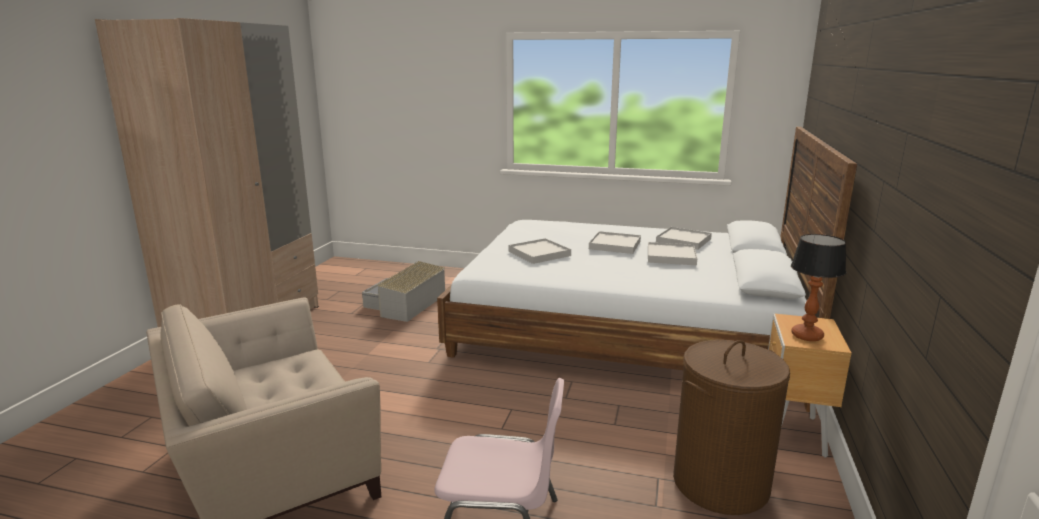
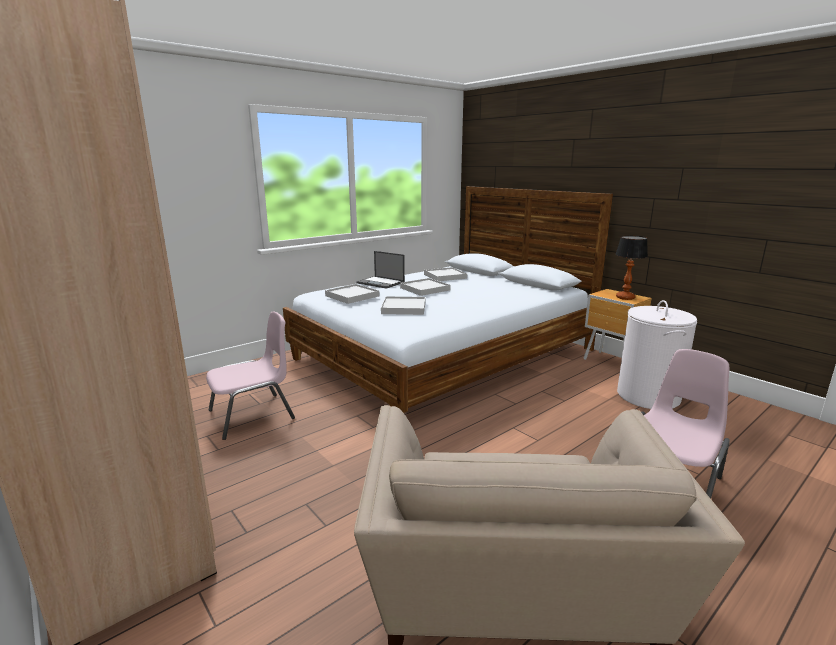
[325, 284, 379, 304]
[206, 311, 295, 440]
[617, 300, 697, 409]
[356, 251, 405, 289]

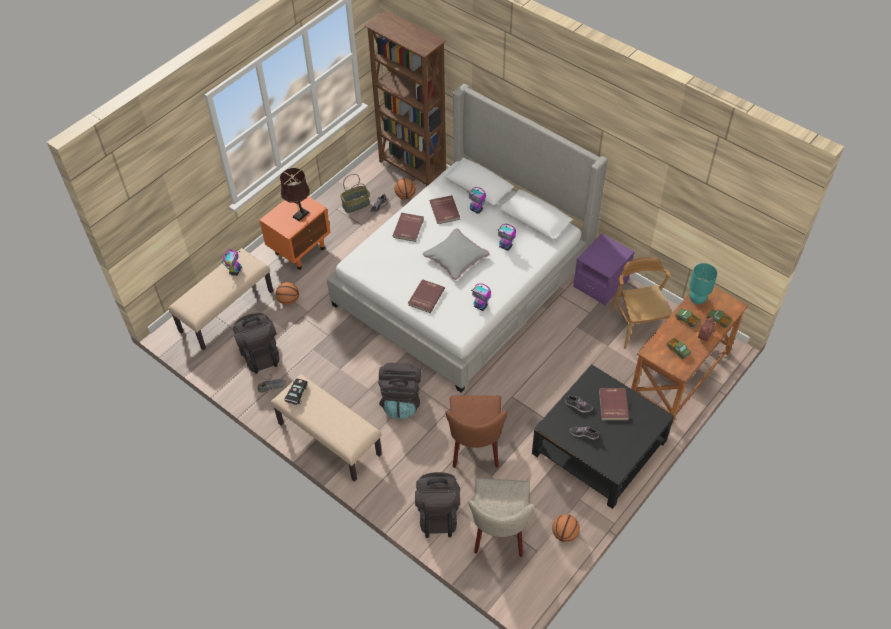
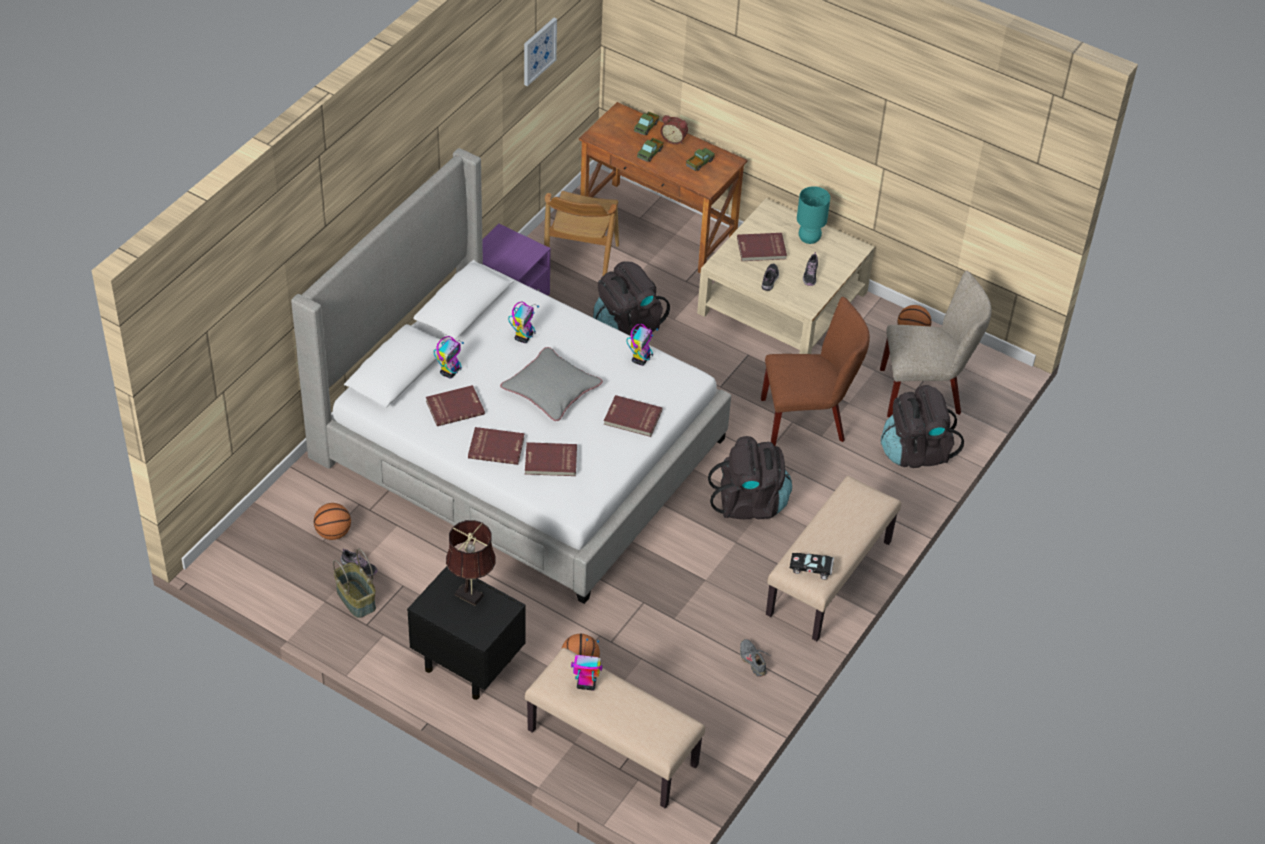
[364, 10, 446, 187] (first image)
[407, 566, 526, 700]
[544, 191, 619, 277]
[797, 186, 830, 244]
[593, 261, 670, 335]
[697, 198, 875, 354]
[524, 18, 557, 86]
[525, 442, 577, 476]

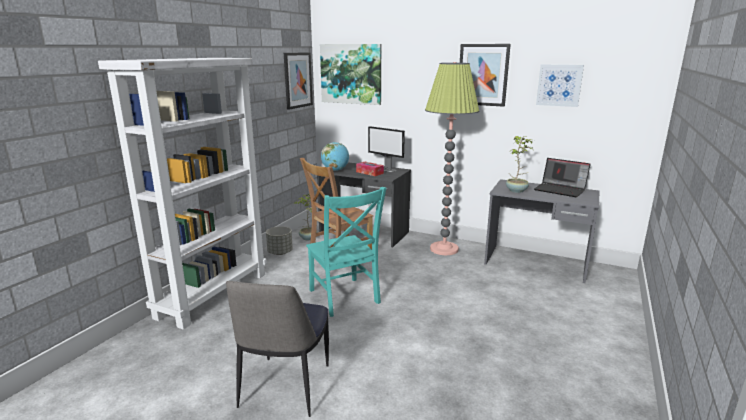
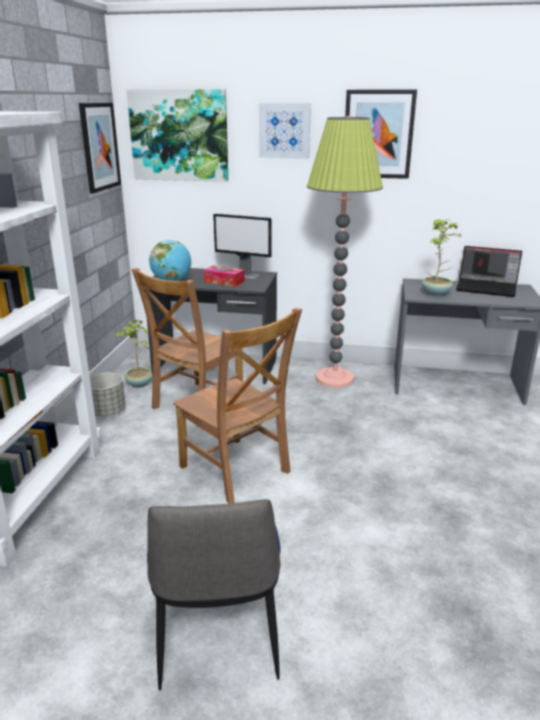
[259, 103, 311, 159]
[173, 308, 302, 504]

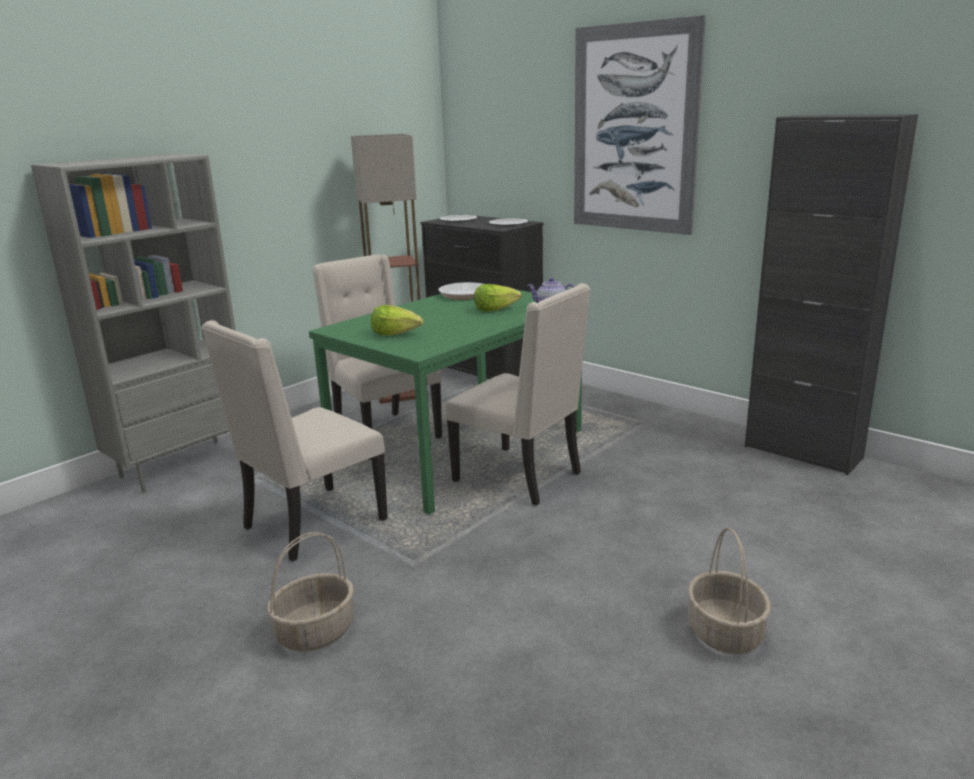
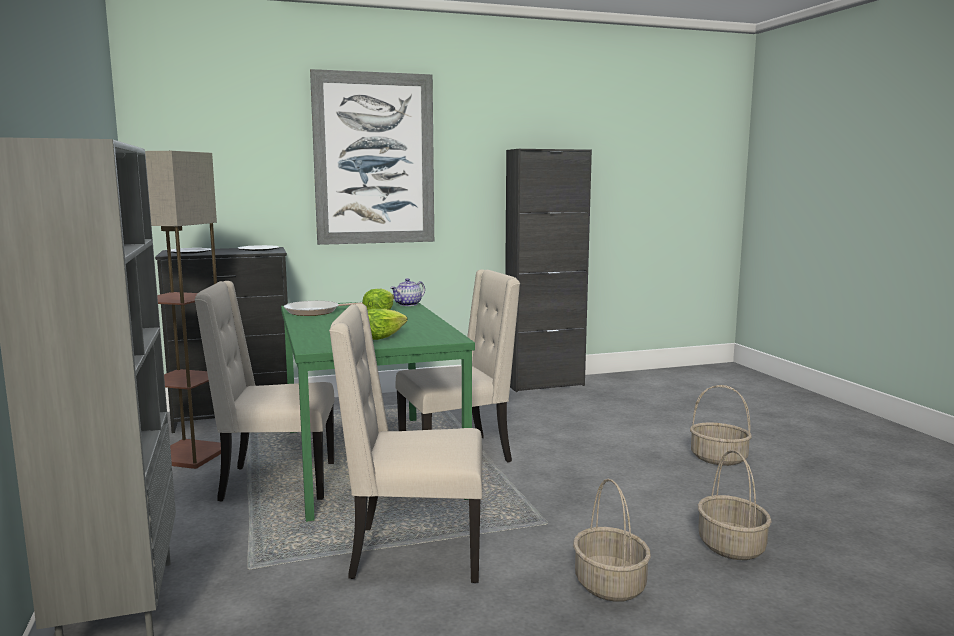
[329, 303, 482, 583]
[698, 450, 772, 560]

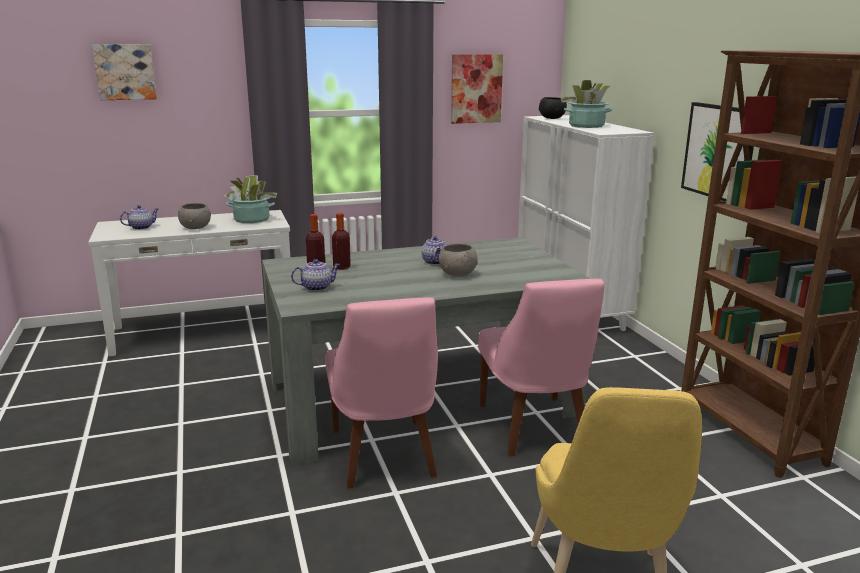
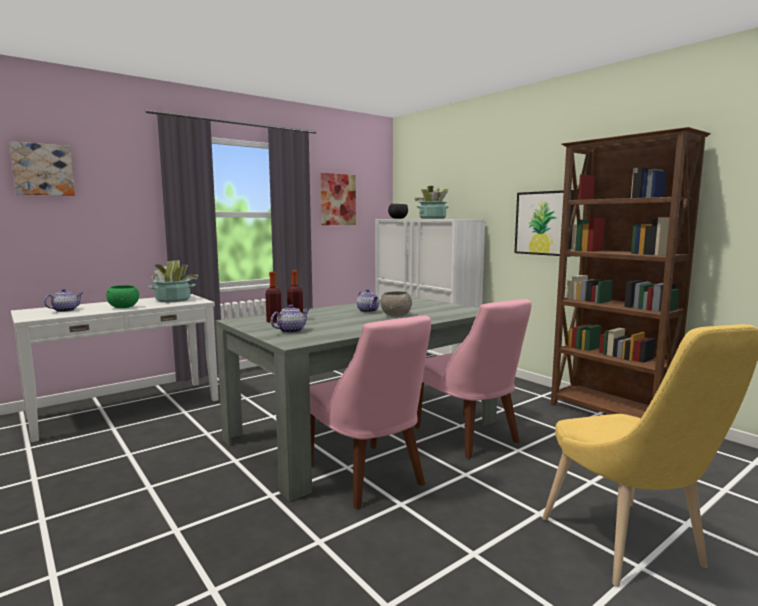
[106, 285, 139, 308]

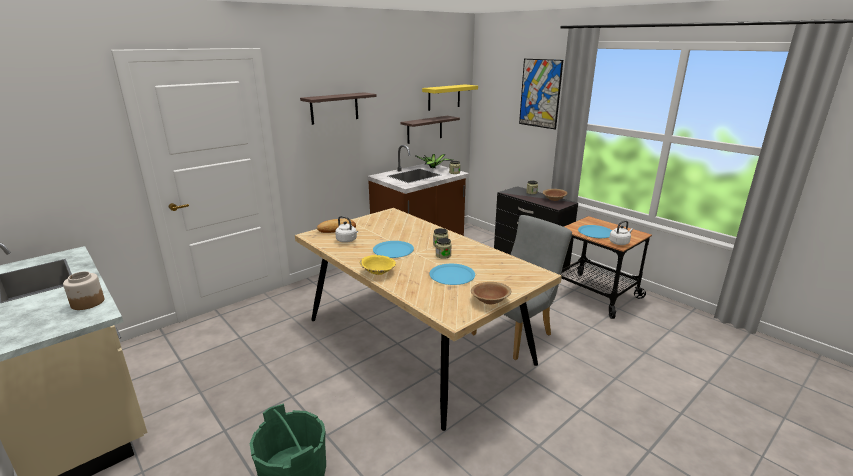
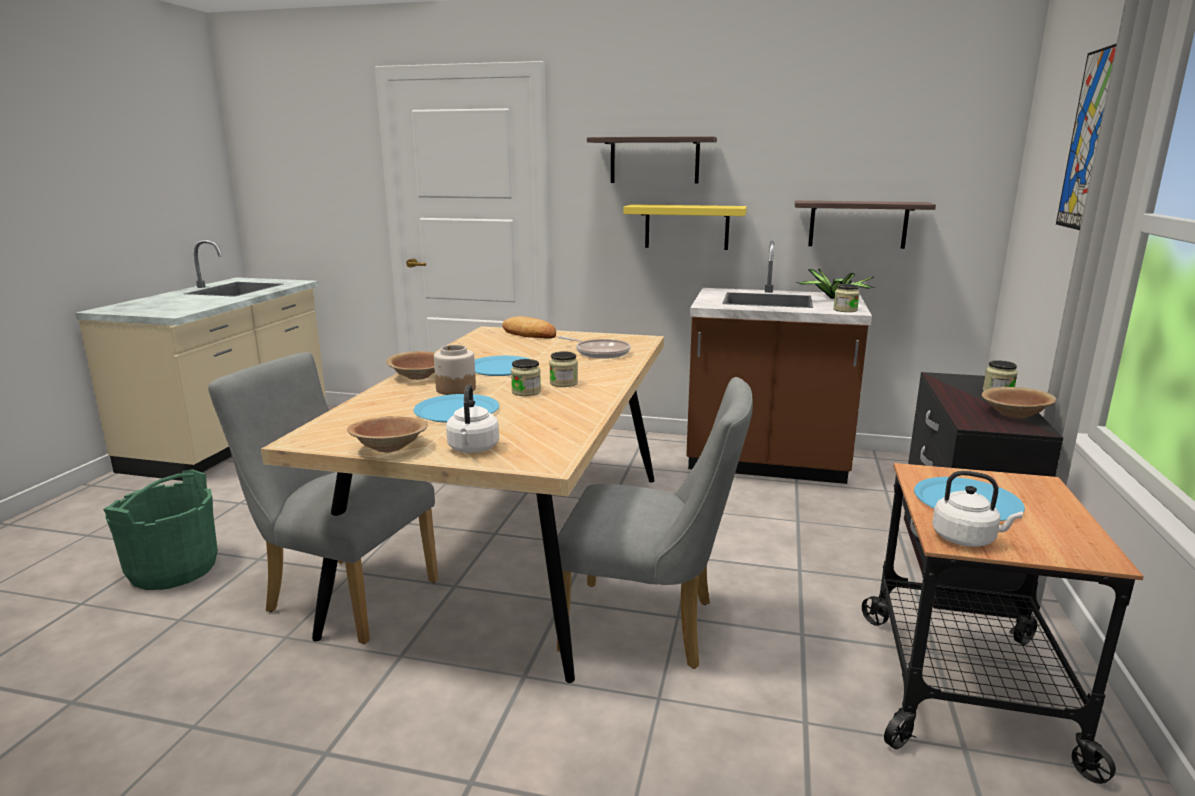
[623, 204, 747, 250]
[446, 384, 499, 453]
[386, 351, 435, 380]
[434, 345, 476, 395]
[558, 336, 631, 359]
[208, 352, 438, 644]

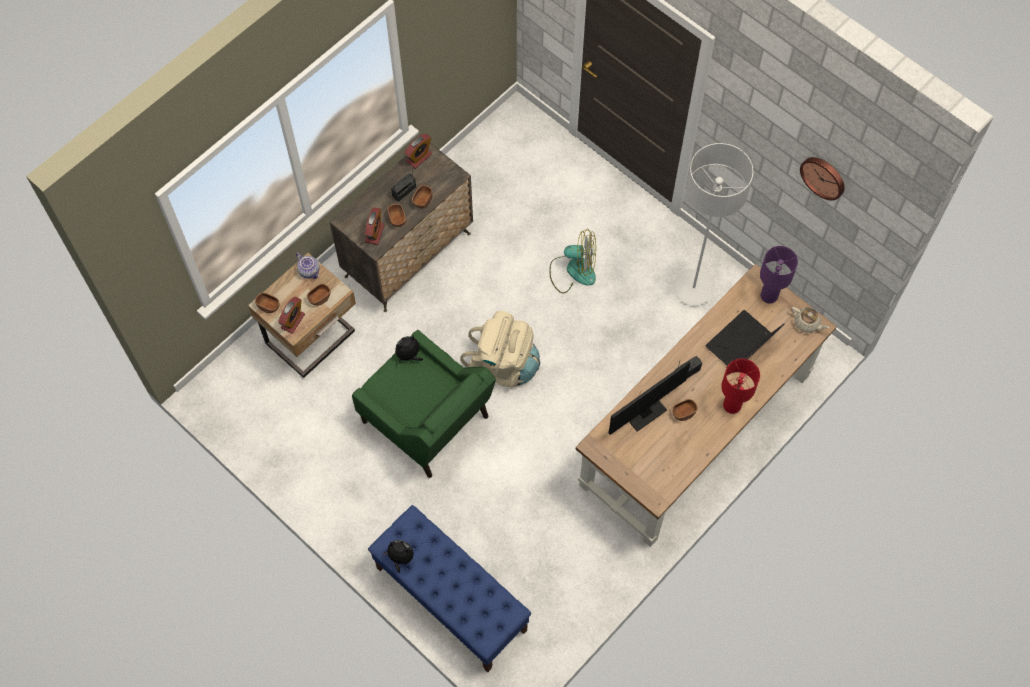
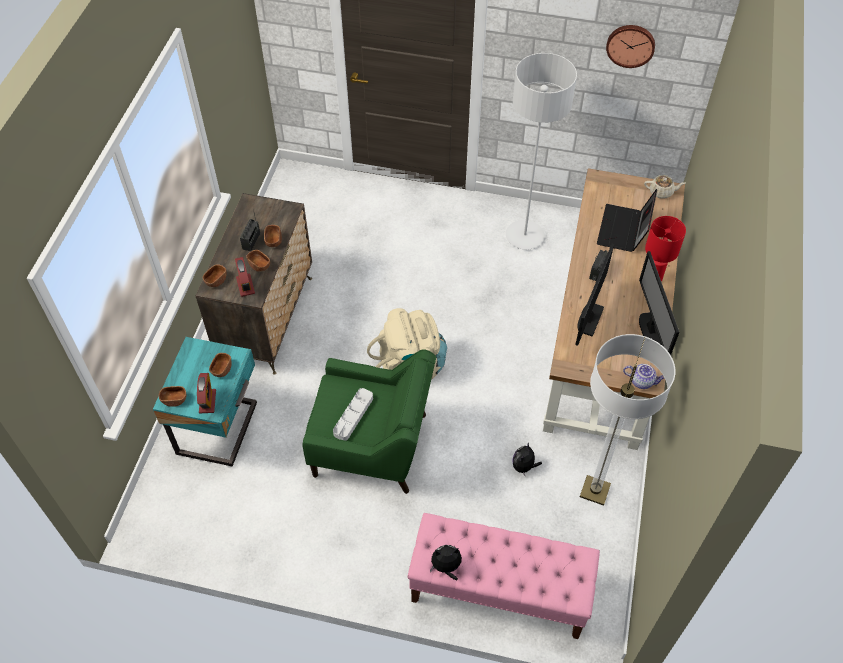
[404, 134, 432, 169] (first image)
[549, 229, 596, 293] (first image)
[760, 246, 798, 304] (first image)
[623, 364, 665, 389]
[153, 337, 257, 467]
[512, 443, 542, 477]
[203, 264, 226, 287]
[407, 513, 600, 639]
[639, 251, 679, 355]
[580, 334, 675, 506]
[333, 388, 373, 441]

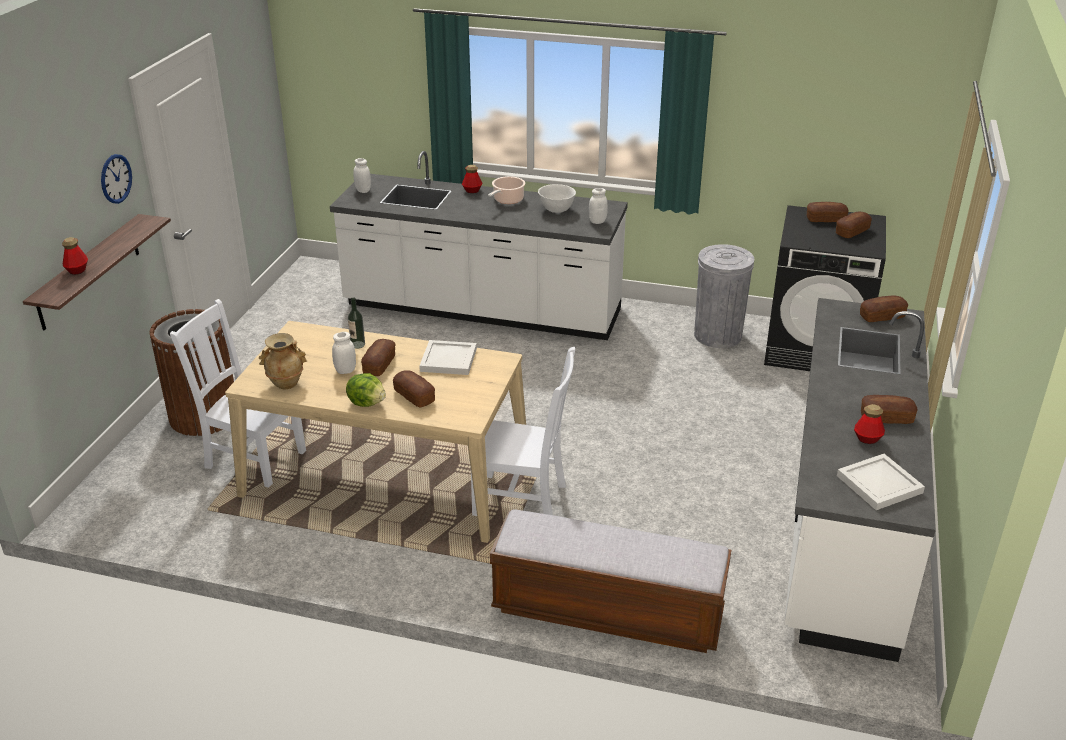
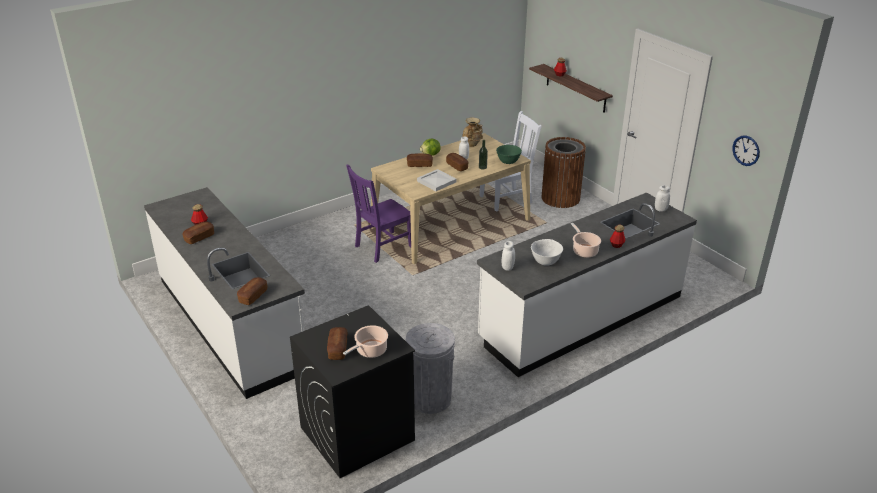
[732, 135, 760, 166]
[343, 325, 388, 358]
[346, 165, 411, 263]
[837, 454, 925, 510] (first image)
[490, 509, 731, 653] (first image)
[496, 145, 522, 164]

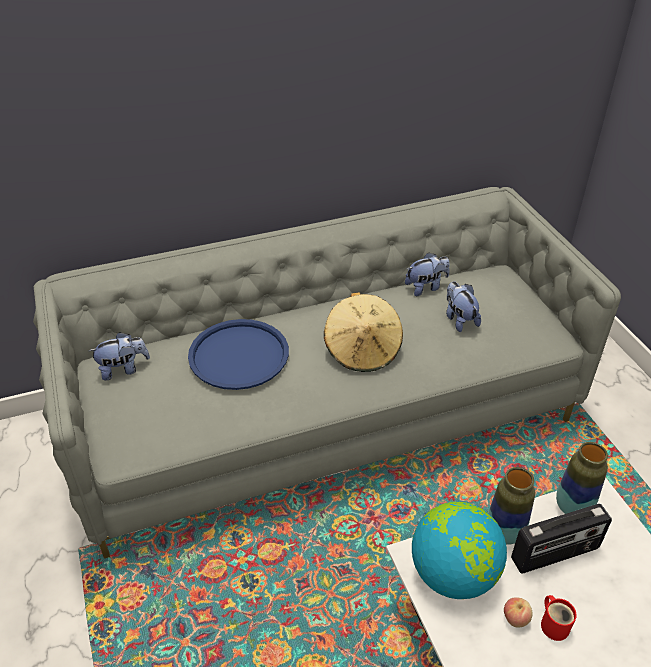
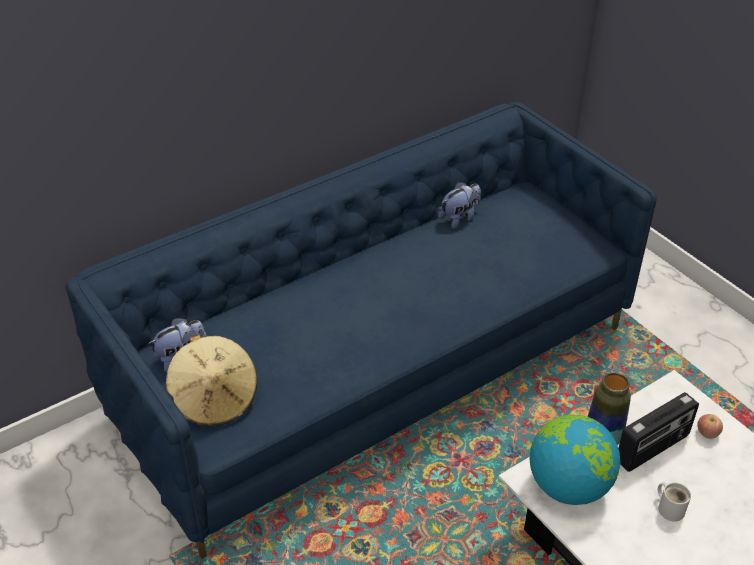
[65, 102, 657, 559]
[446, 281, 481, 332] (first image)
[166, 335, 257, 426]
[188, 319, 289, 390] (first image)
[556, 442, 608, 514] (first image)
[658, 482, 691, 522]
[697, 414, 723, 439]

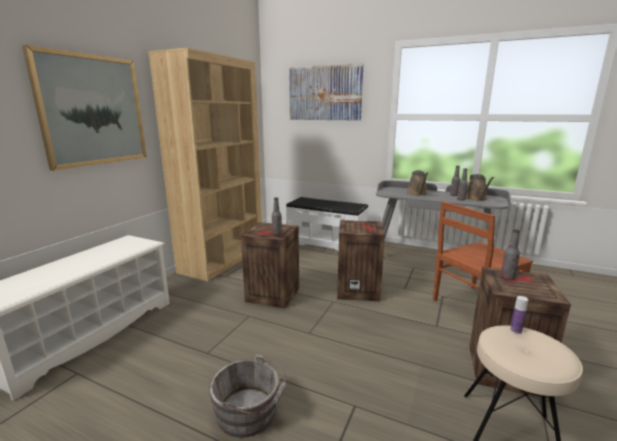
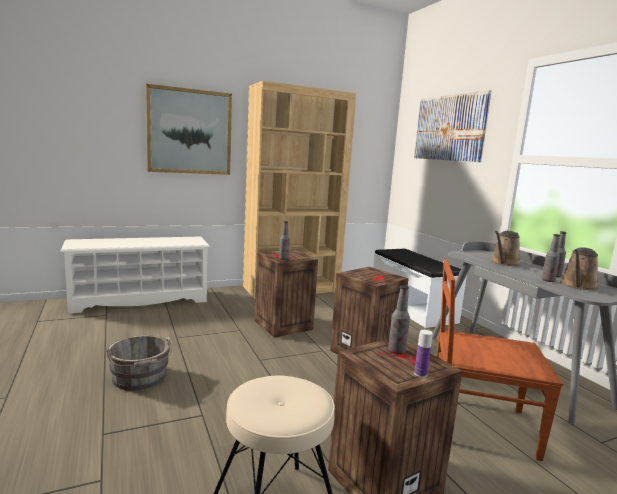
[414, 330, 432, 378]

